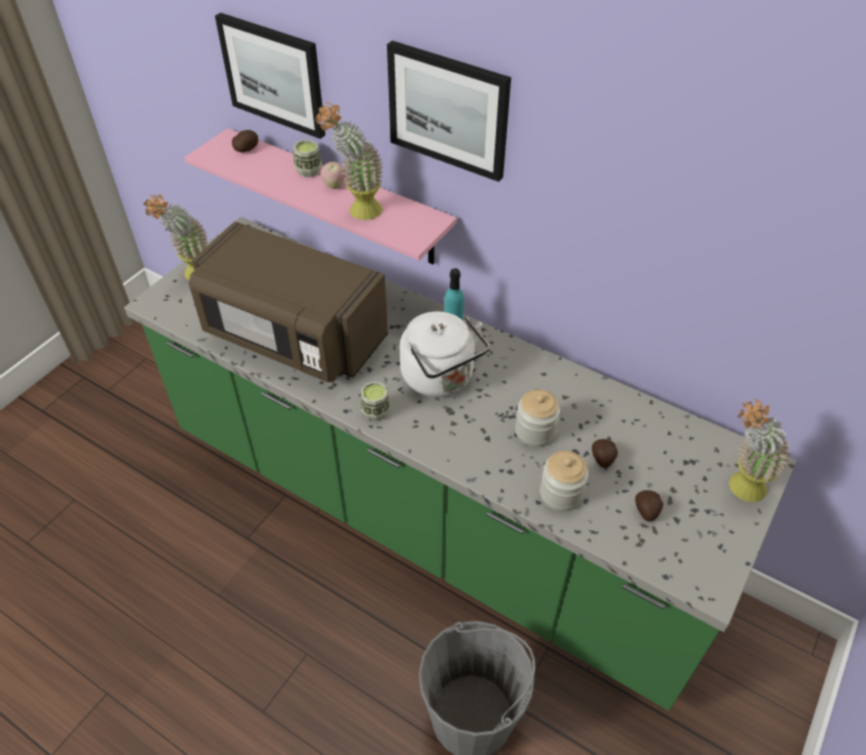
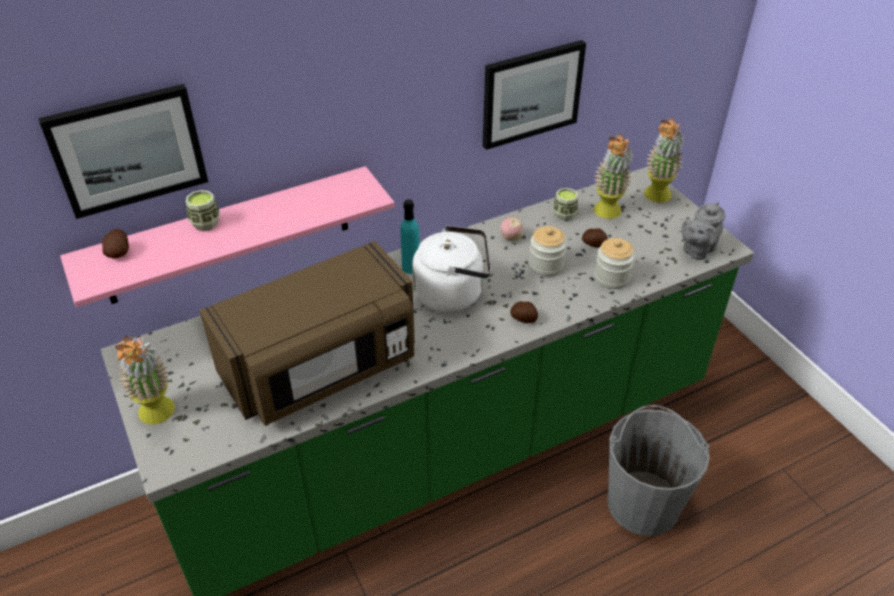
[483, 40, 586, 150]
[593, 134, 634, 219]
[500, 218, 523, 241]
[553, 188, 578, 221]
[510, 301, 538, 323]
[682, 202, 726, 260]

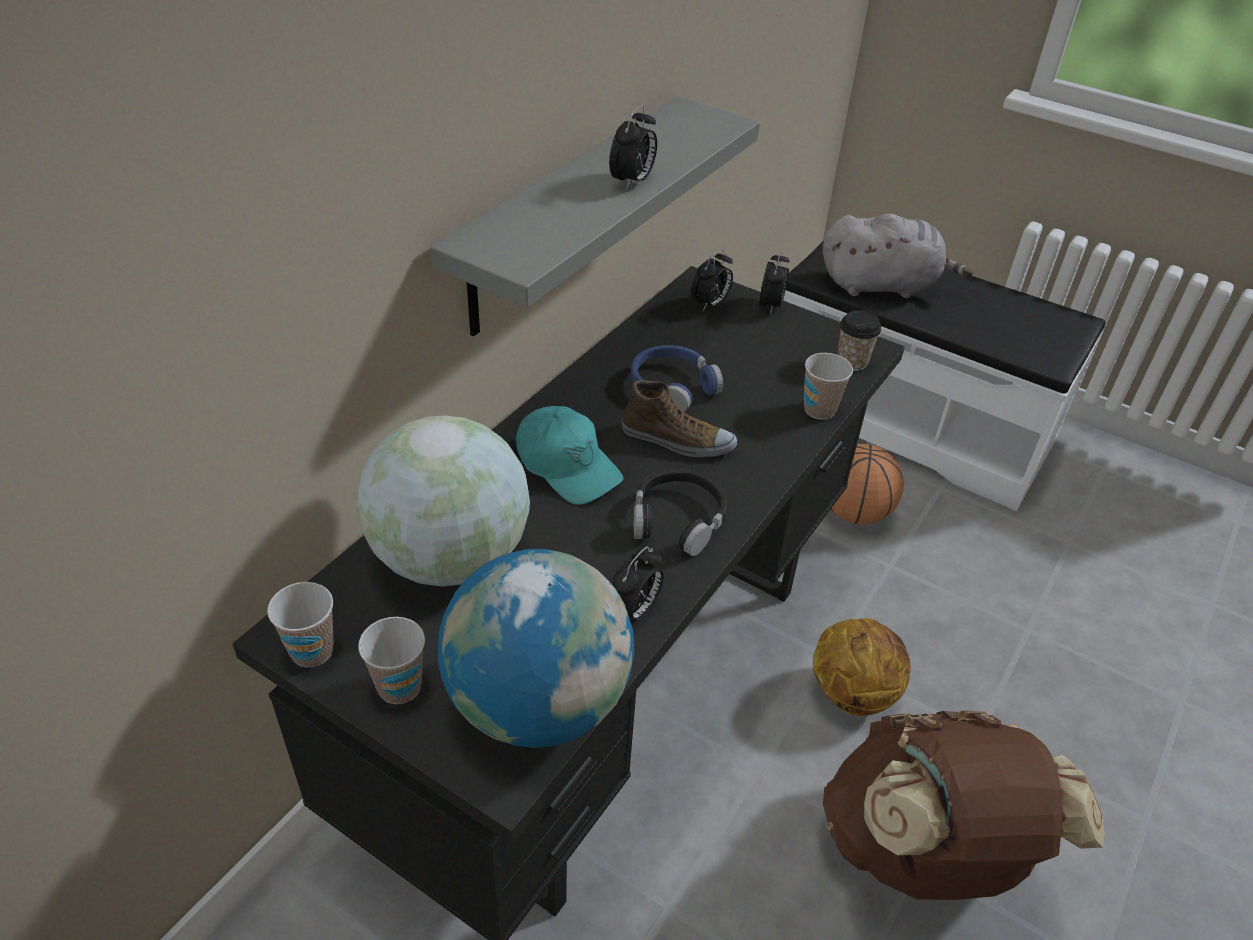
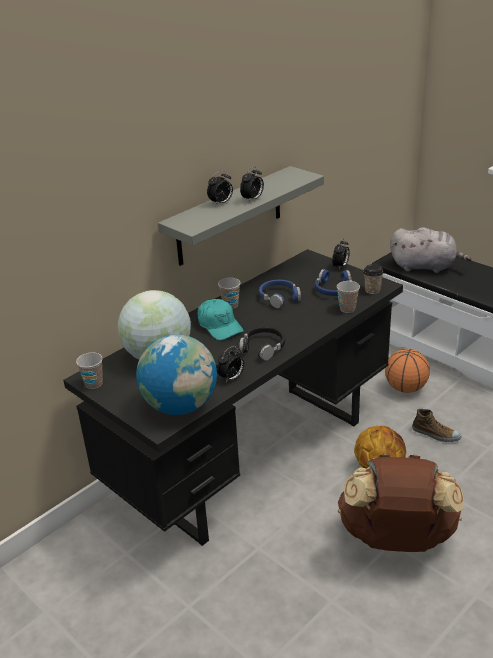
[207, 170, 233, 206]
[412, 409, 462, 442]
[218, 278, 241, 309]
[315, 269, 352, 296]

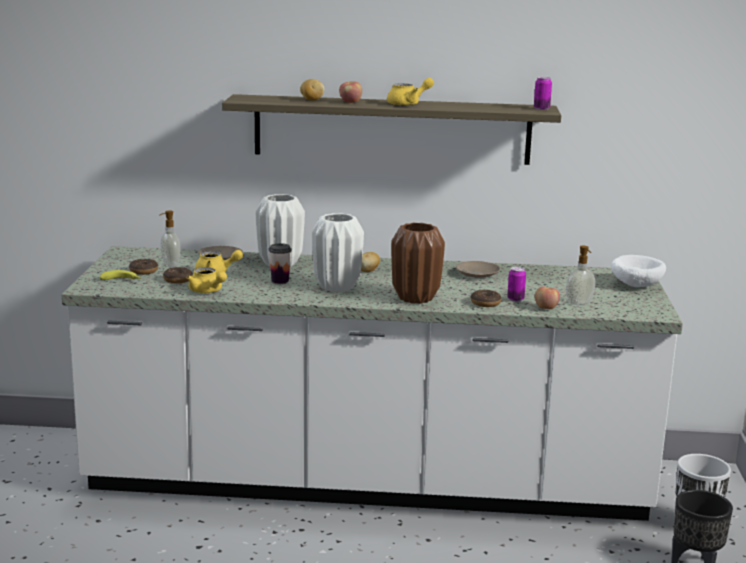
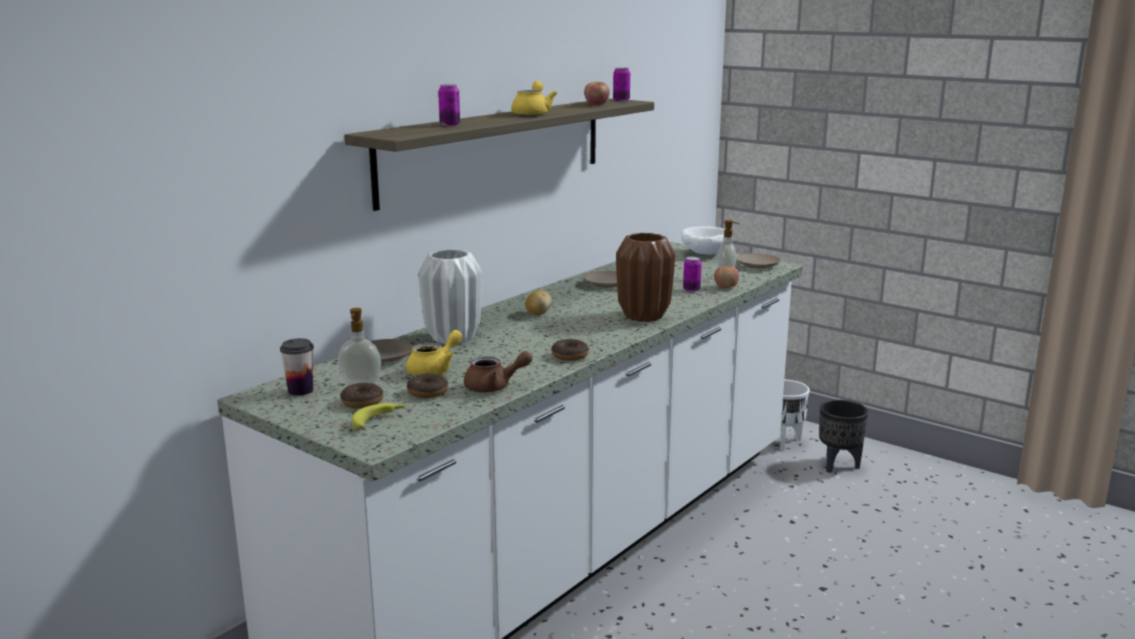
[438, 84, 460, 126]
[584, 82, 610, 105]
[312, 213, 364, 292] (first image)
[280, 338, 314, 396]
[464, 351, 533, 392]
[551, 339, 589, 361]
[736, 253, 781, 268]

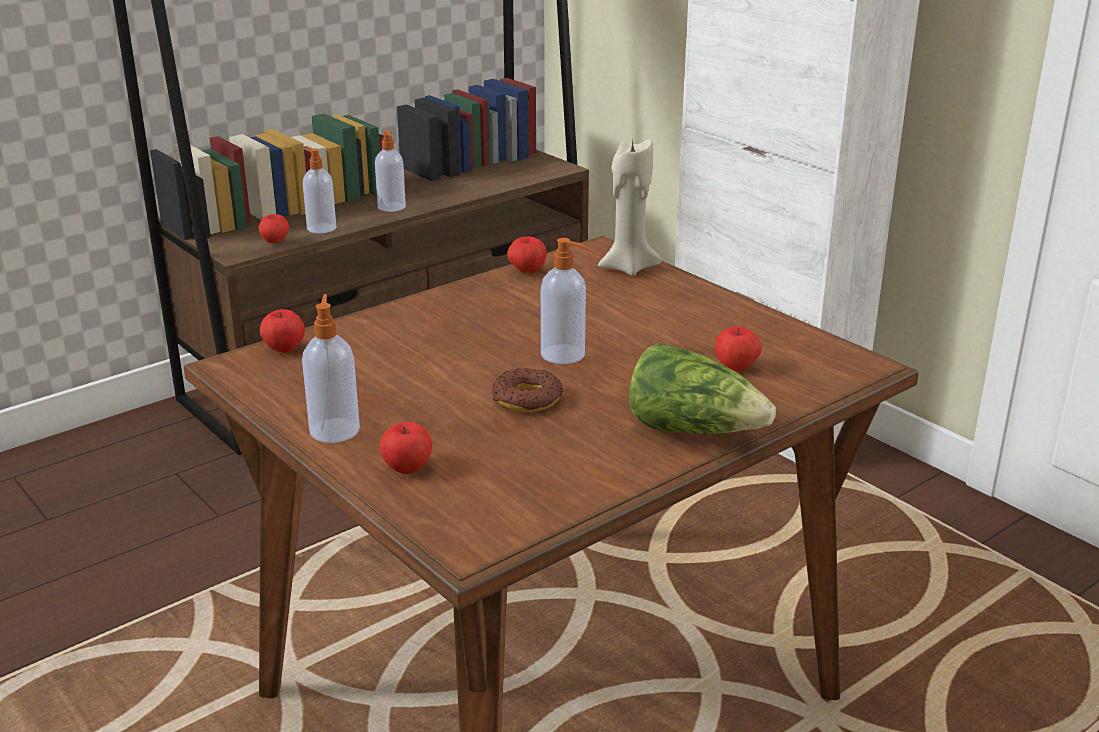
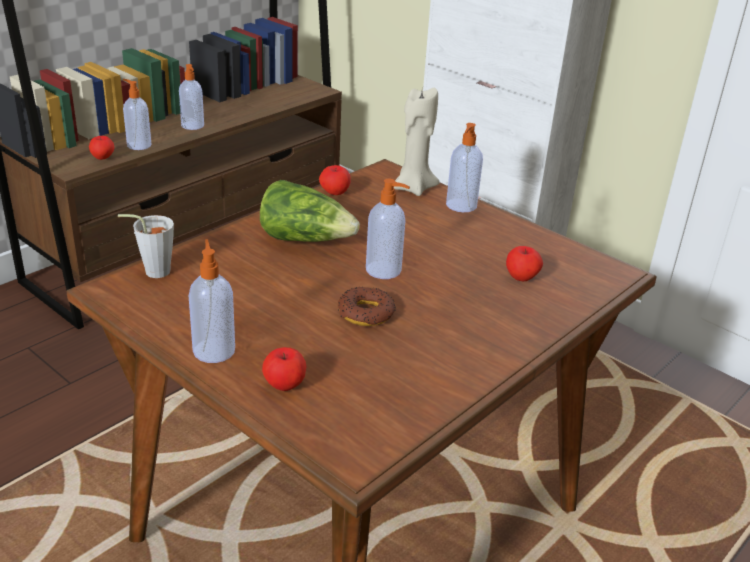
[118, 214, 174, 278]
[260, 180, 360, 242]
[446, 123, 483, 212]

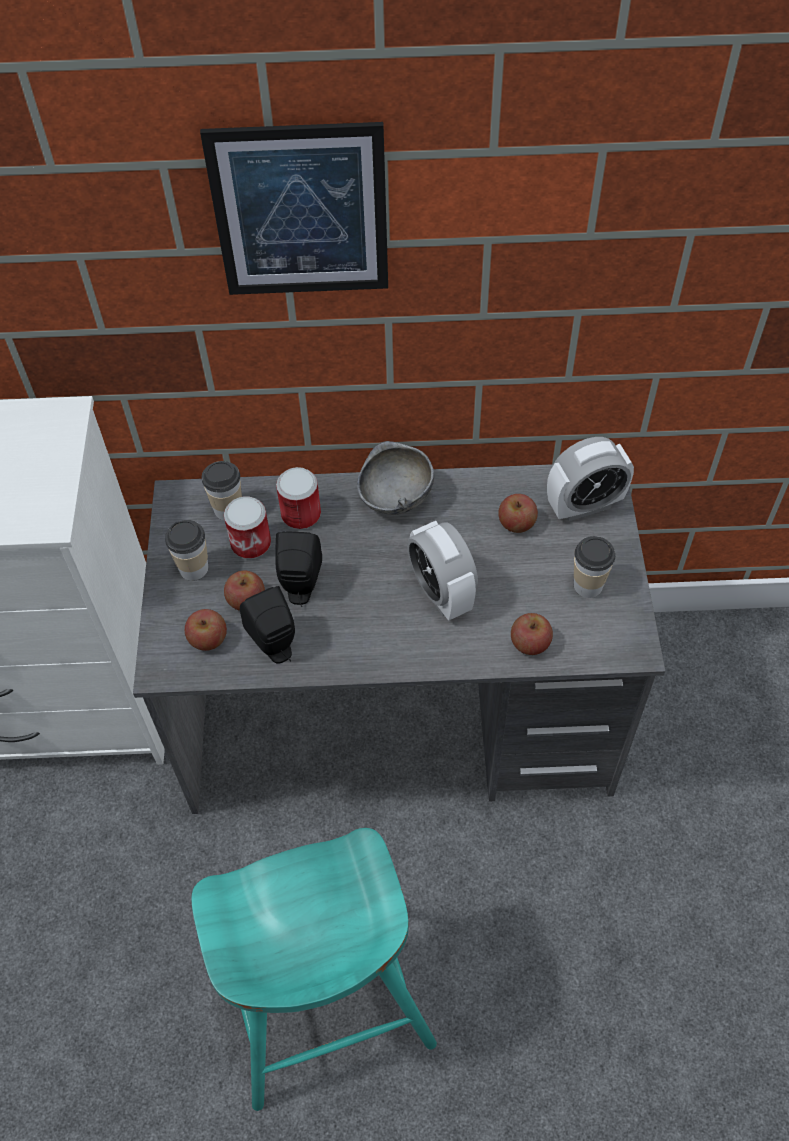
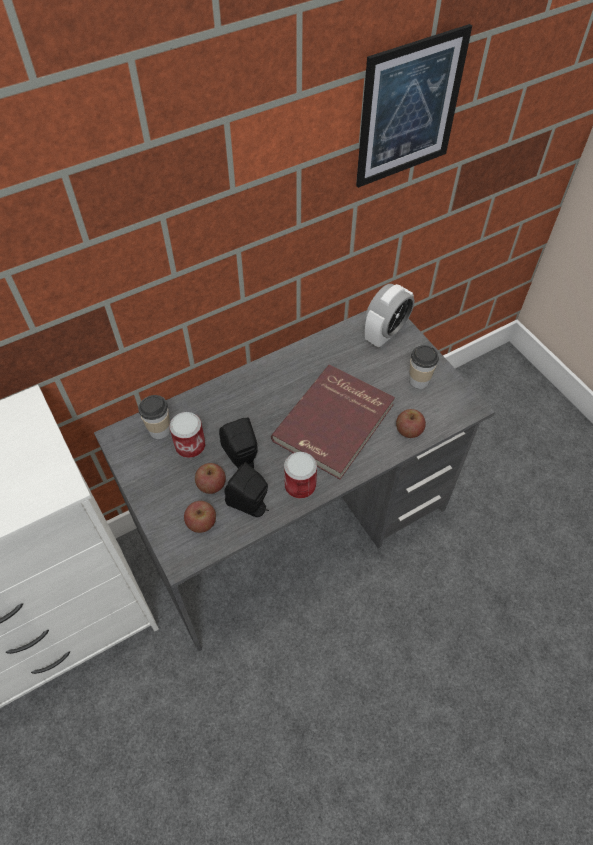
[356, 24, 472, 188]
[357, 441, 434, 515] (first image)
[284, 452, 317, 498]
[498, 494, 538, 533] (first image)
[165, 520, 209, 581] (first image)
[271, 365, 395, 479]
[191, 828, 437, 1111] (first image)

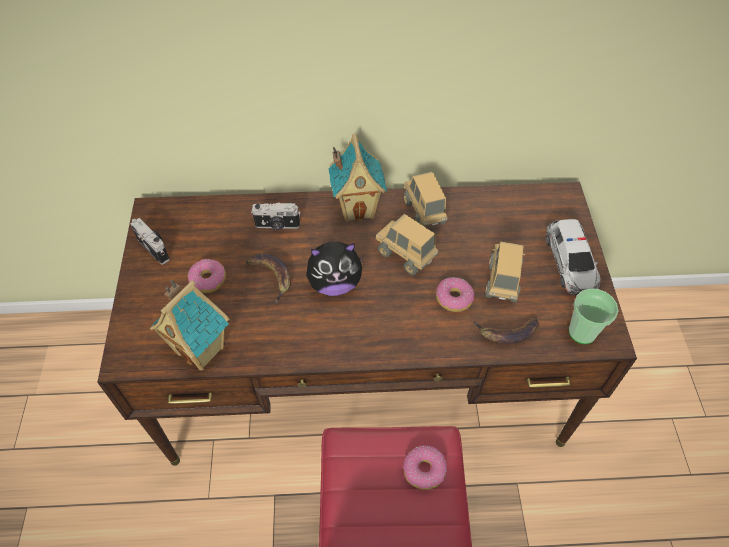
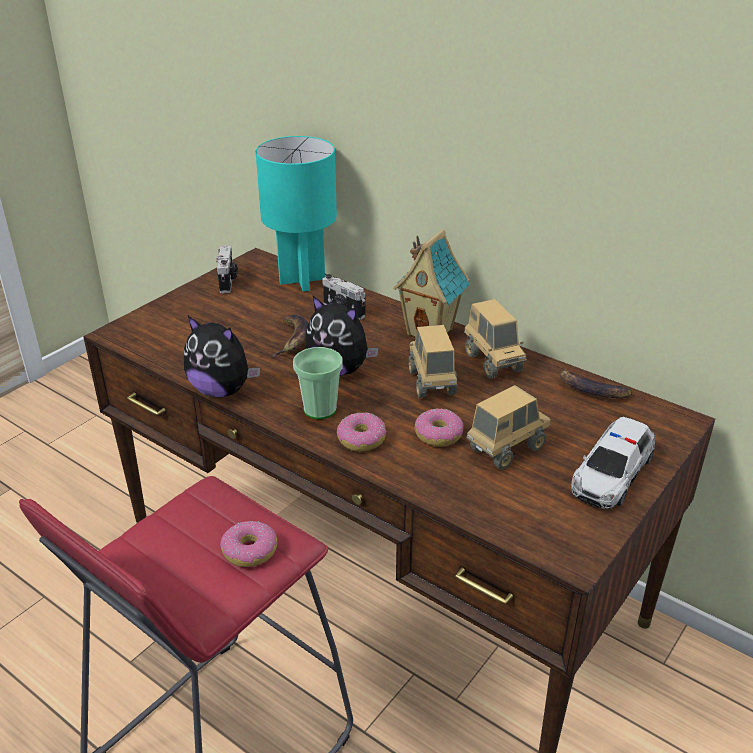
[464, 299, 527, 379]
[337, 412, 387, 452]
[150, 280, 230, 371] (first image)
[293, 347, 343, 419]
[560, 368, 632, 399]
[256, 136, 337, 292]
[184, 316, 260, 397]

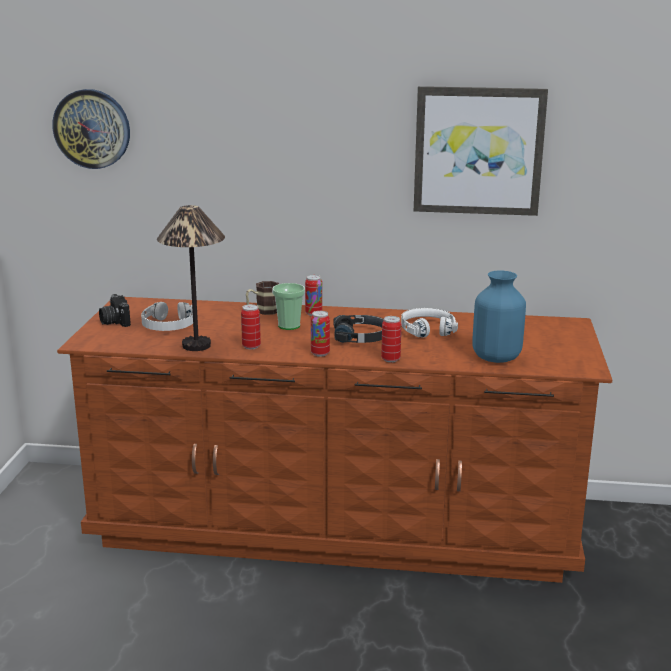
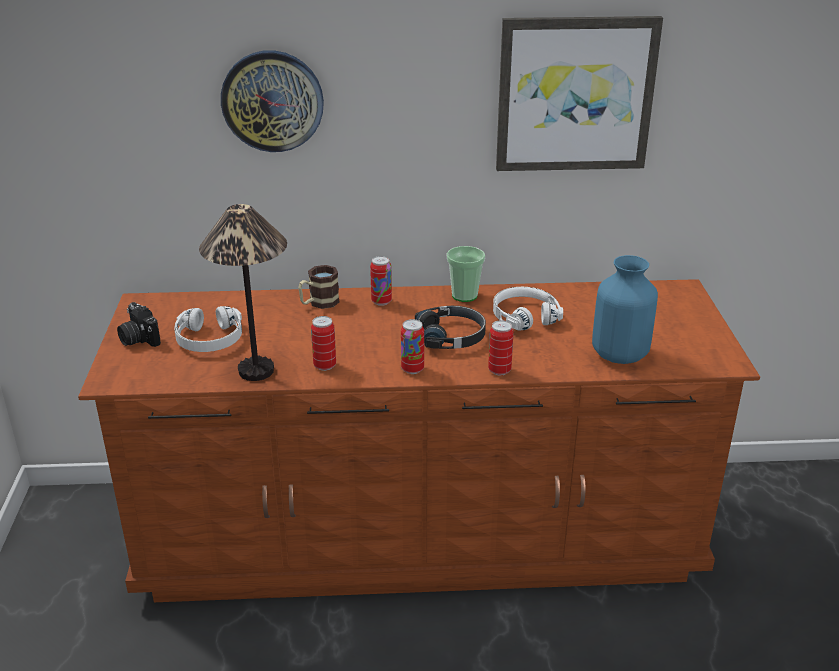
[221, 50, 324, 152]
[447, 246, 485, 302]

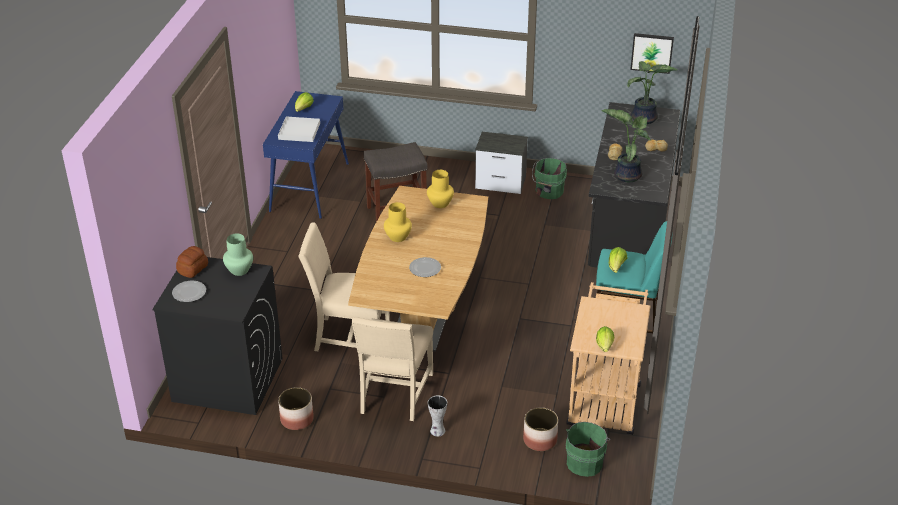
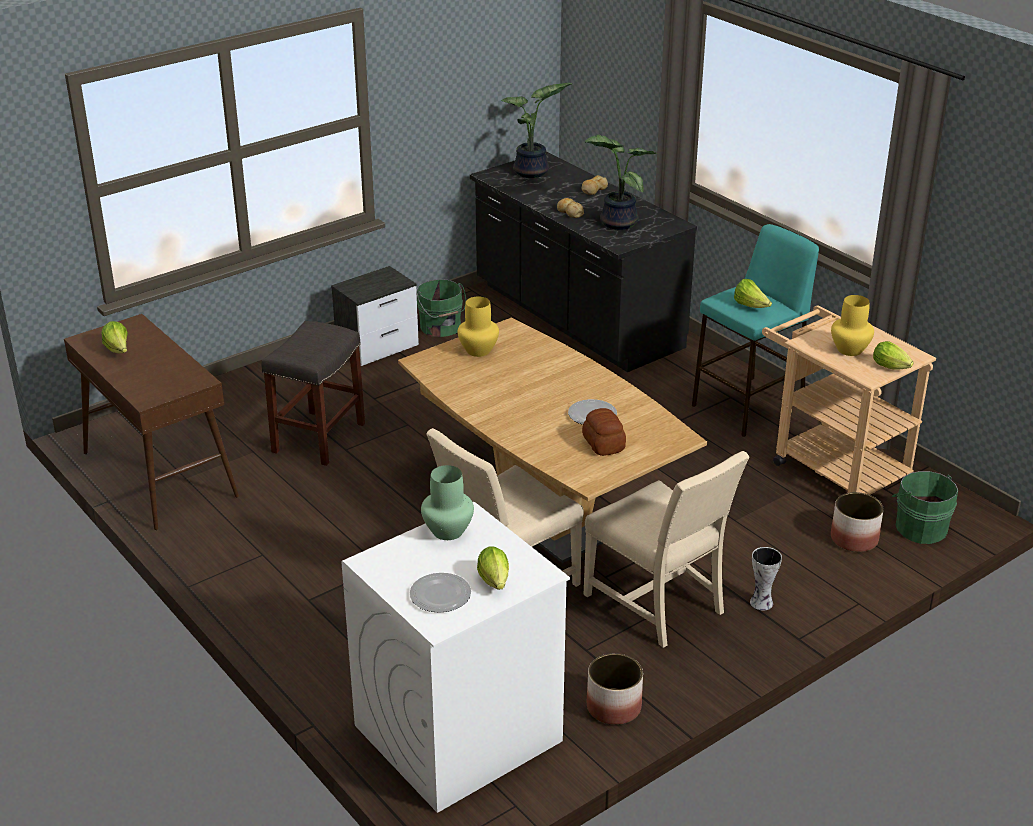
[630, 33, 674, 74] (first image)
[64, 314, 239, 530]
[278, 116, 320, 142] (first image)
[831, 295, 874, 356]
[582, 408, 626, 456]
[341, 502, 570, 813]
[477, 546, 509, 590]

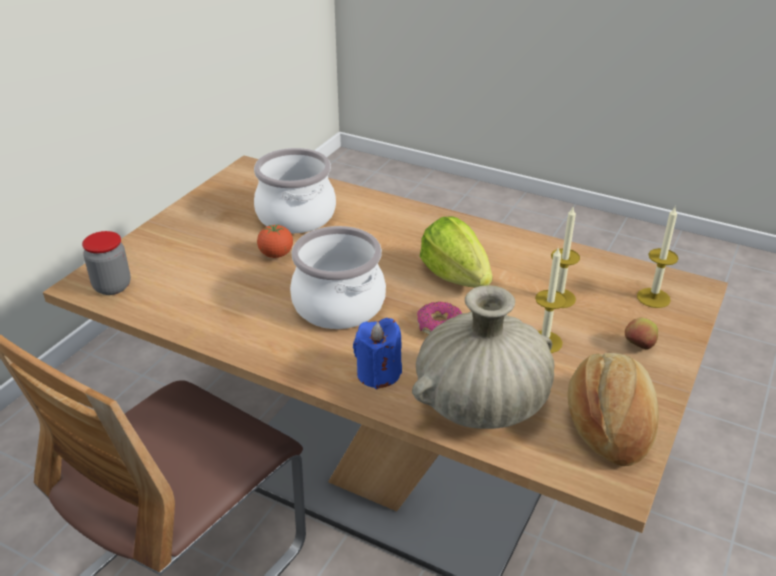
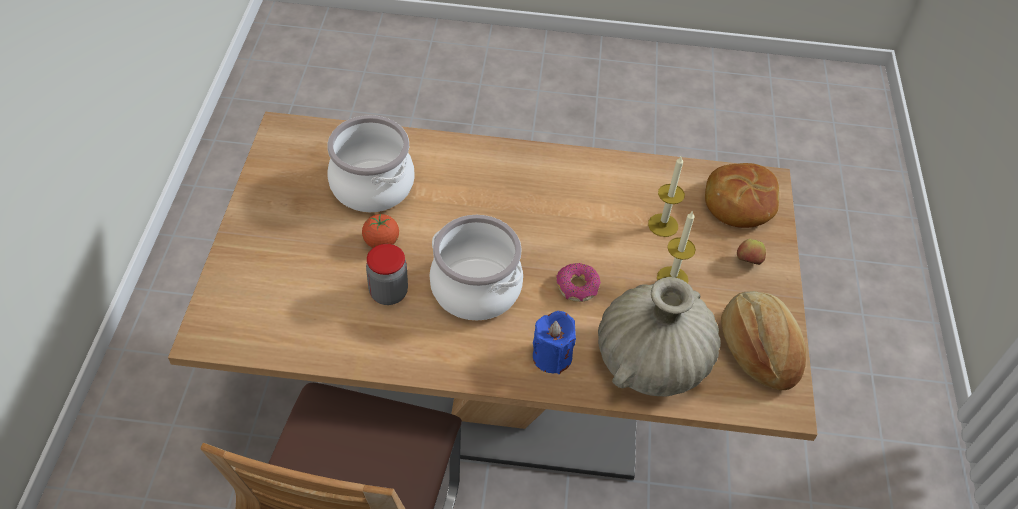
[705, 163, 779, 228]
[420, 216, 492, 288] (first image)
[366, 244, 408, 305]

